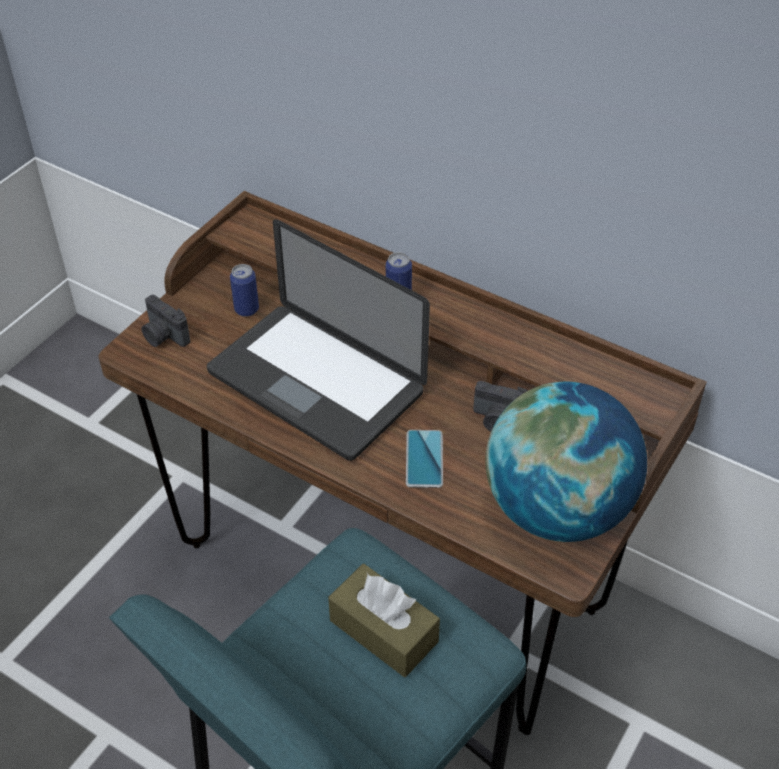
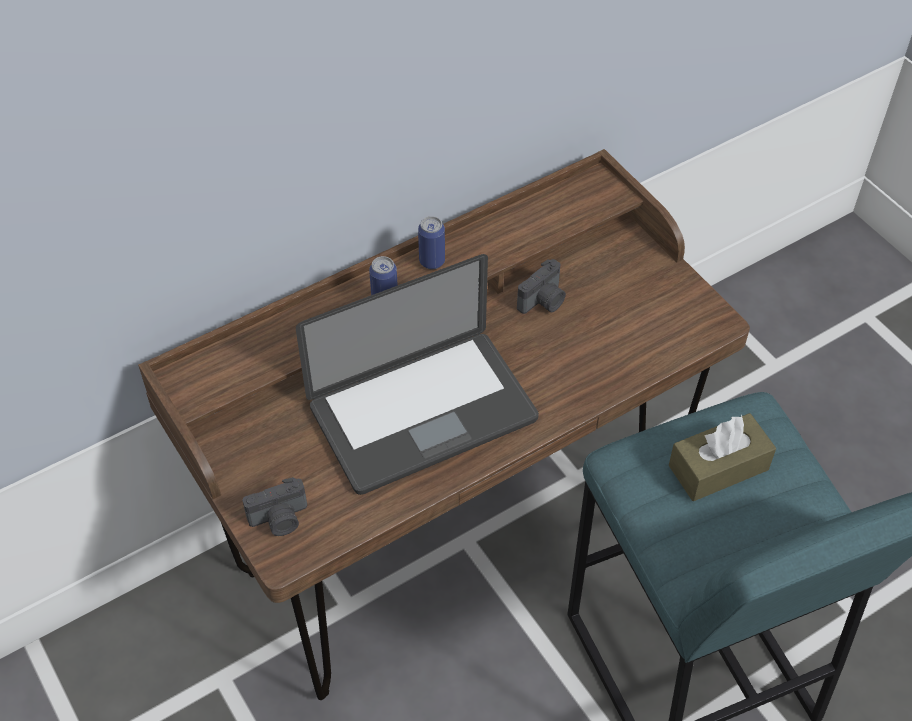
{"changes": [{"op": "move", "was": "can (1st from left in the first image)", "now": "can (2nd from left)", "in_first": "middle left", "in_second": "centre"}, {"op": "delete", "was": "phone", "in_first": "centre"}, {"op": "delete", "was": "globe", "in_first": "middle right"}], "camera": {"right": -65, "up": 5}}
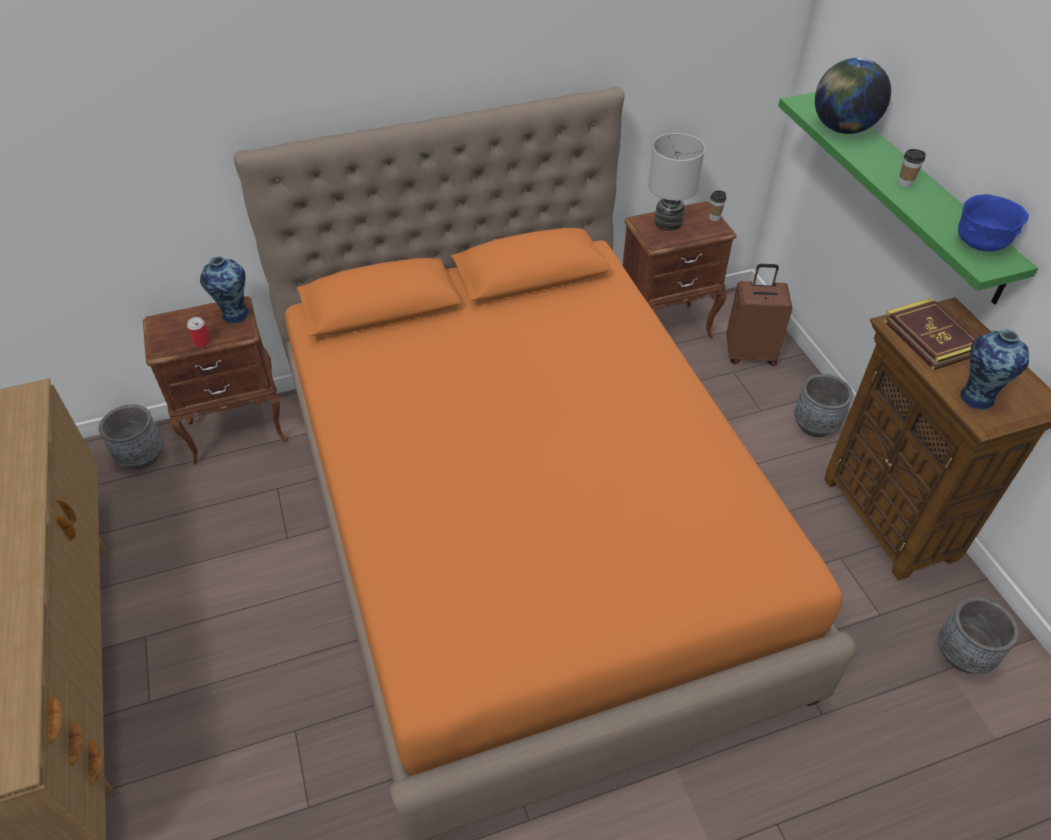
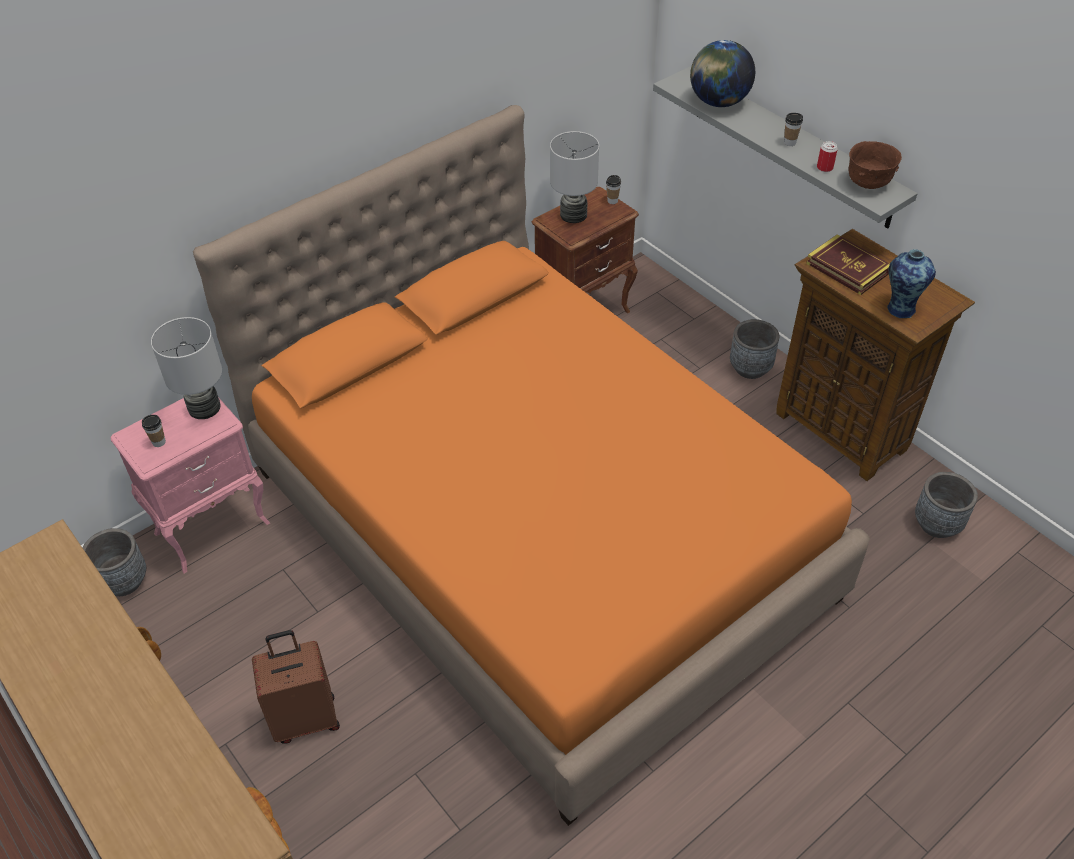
{"changes": [{"op": "recolor", "was": "nightstand/brown (1st from left)", "now": "nightstand/pink", "in_first": "middle left", "in_second": "middle left"}, {"op": "move", "was": "can", "in_first": "middle left", "in_second": "top right"}, {"op": "replace", "was": "vase (1st from left)", "now": "table lamp/grey (1st from left)", "in_first": "middle left", "in_second": "middle left"}, {"op": "move", "was": "suitcase/brown", "in_first": "middle right", "in_second": "bottom left"}, {"op": "recolor", "was": "shelf/green", "now": "shelf/grey", "in_first": "top right", "in_second": "top right"}, {"op": "recolor", "was": "bowl/blue", "now": "bowl/brown", "in_first": "top right", "in_second": "top right"}, {"op": "insert", "now": "cup (1st from left)", "in_second": "middle left"}], "camera": {"right": -20, "up": 0}}
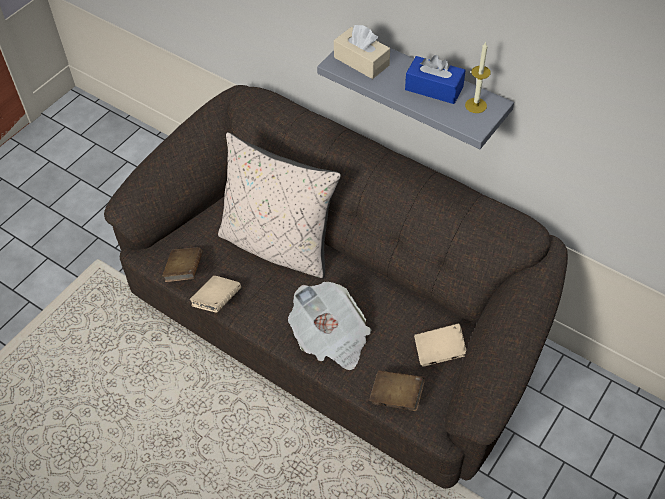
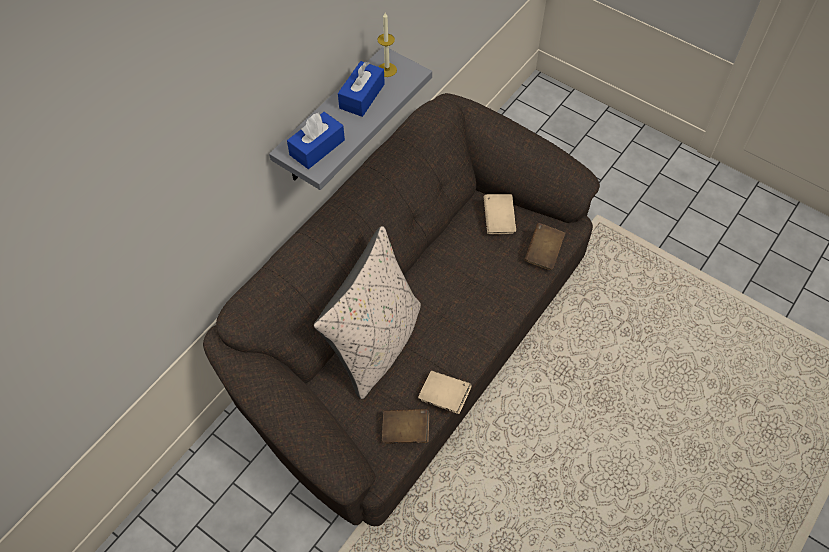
{"changes": [{"op": "delete", "was": "newspaper", "in_first": "centre"}, {"op": "recolor", "was": "tissue box/beige", "now": "tissue box/blue (1st from left)", "in_first": "top centre", "in_second": "top centre"}], "camera": {"right": -90, "up": 5}}
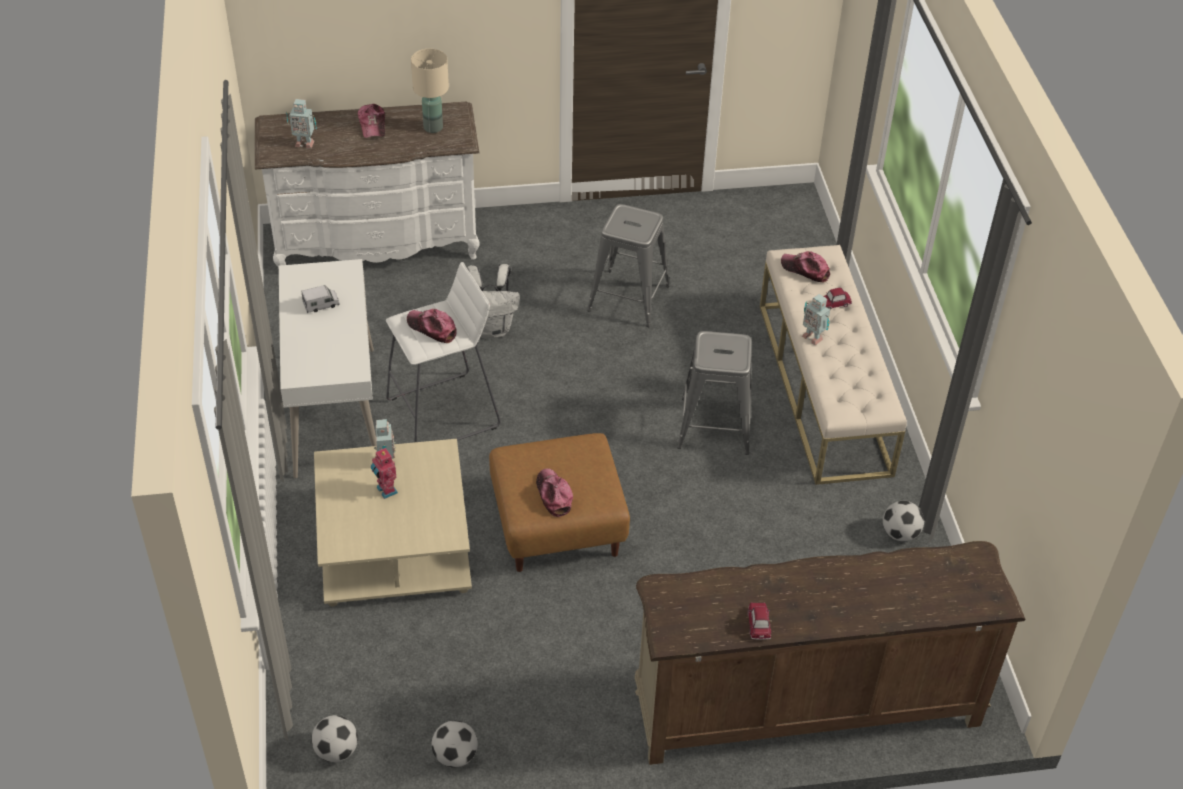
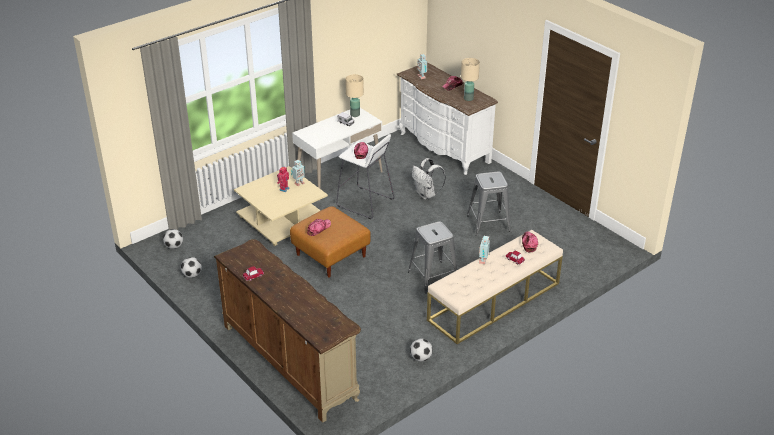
{"changes": [{"op": "insert", "now": "table lamp/beige (1st from left)", "in_second": "top centre"}], "camera": {"right": 60, "up": -10}}
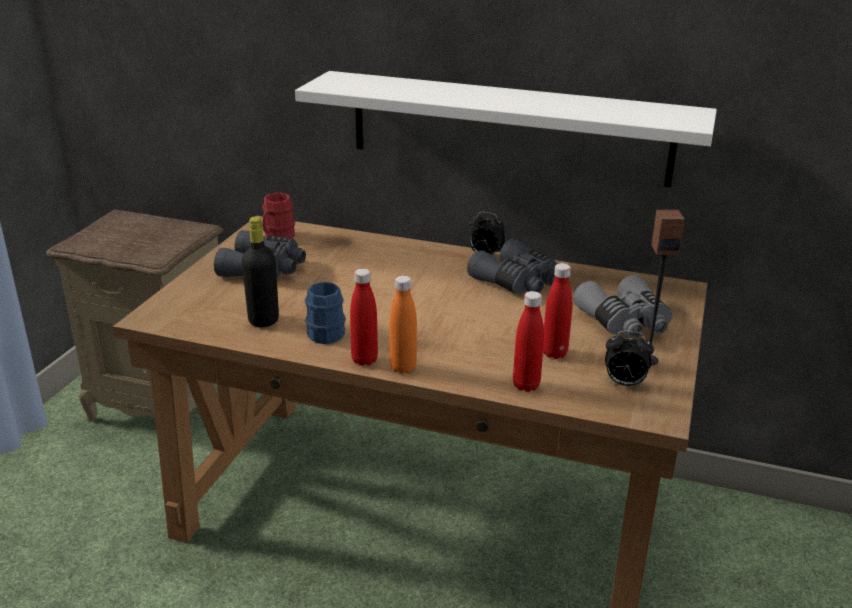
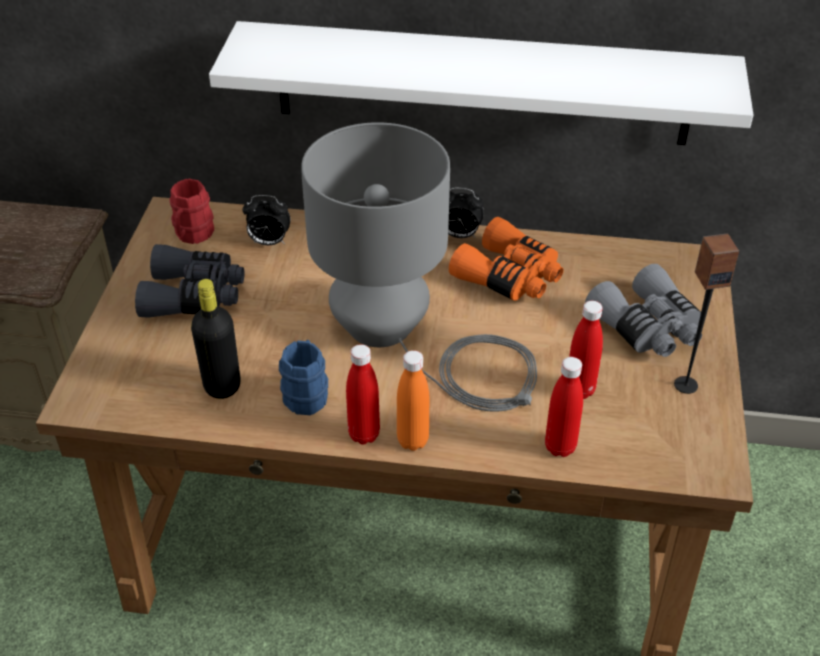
{"changes": [{"op": "recolor", "was": "binoculars/grey (2nd from left)", "now": "binoculars/orange", "in_first": "centre", "in_second": "centre"}, {"op": "move", "was": "alarm clock (2nd from left in the first image)", "now": "alarm clock (1st from left)", "in_first": "middle right", "in_second": "middle left"}, {"op": "insert", "now": "table lamp/grey", "in_second": "centre"}], "camera": {"right": -10, "up": 15}}
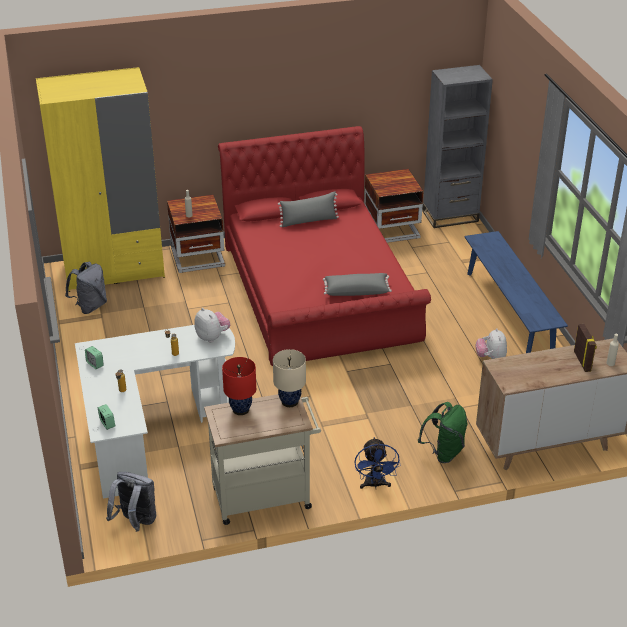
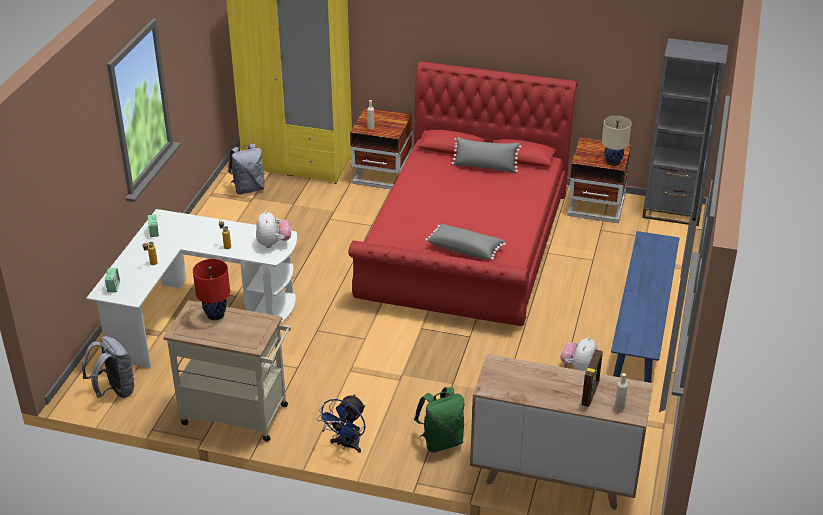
{"changes": [{"op": "move", "was": "table lamp/beige", "in_first": "centre", "in_second": "top right"}], "camera": {"right": 30, "up": 0}}
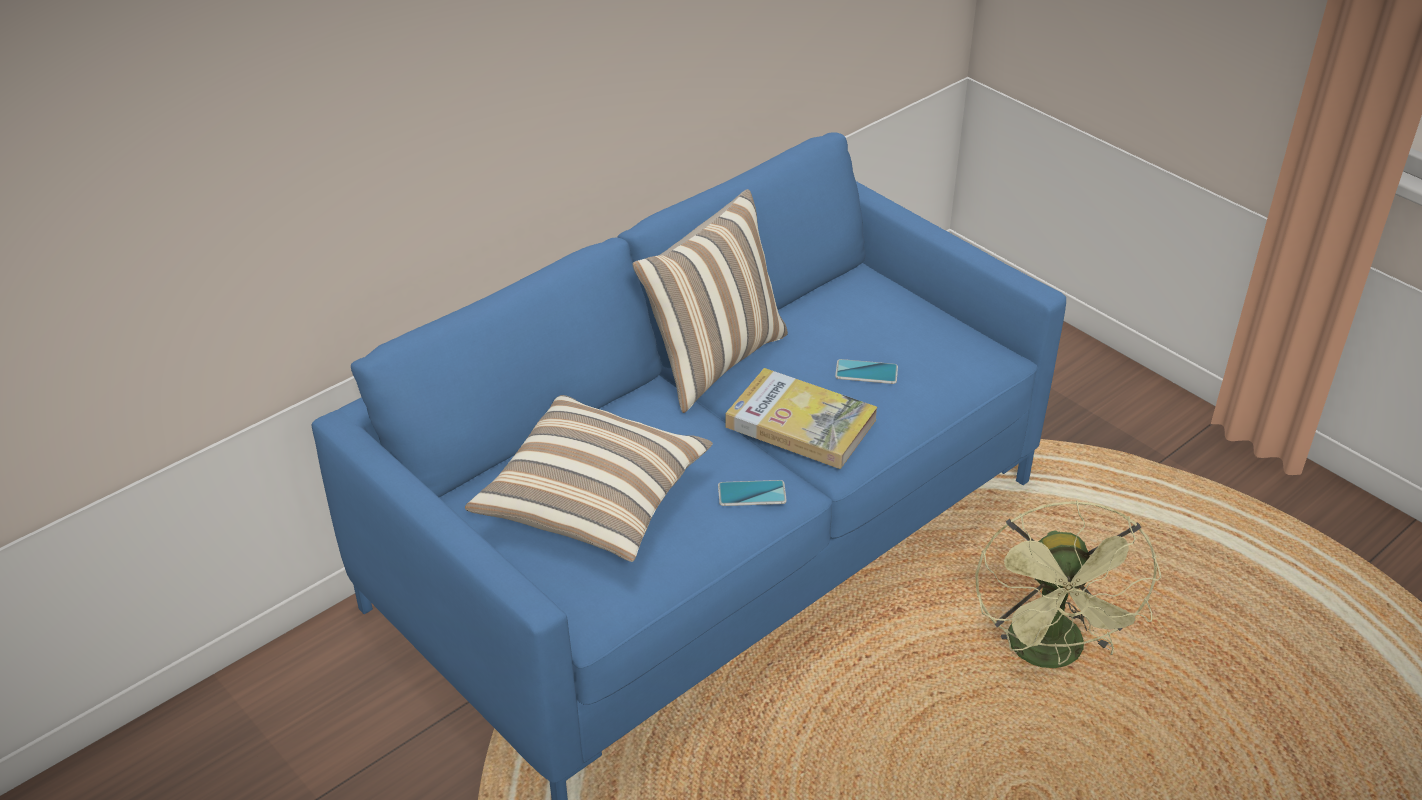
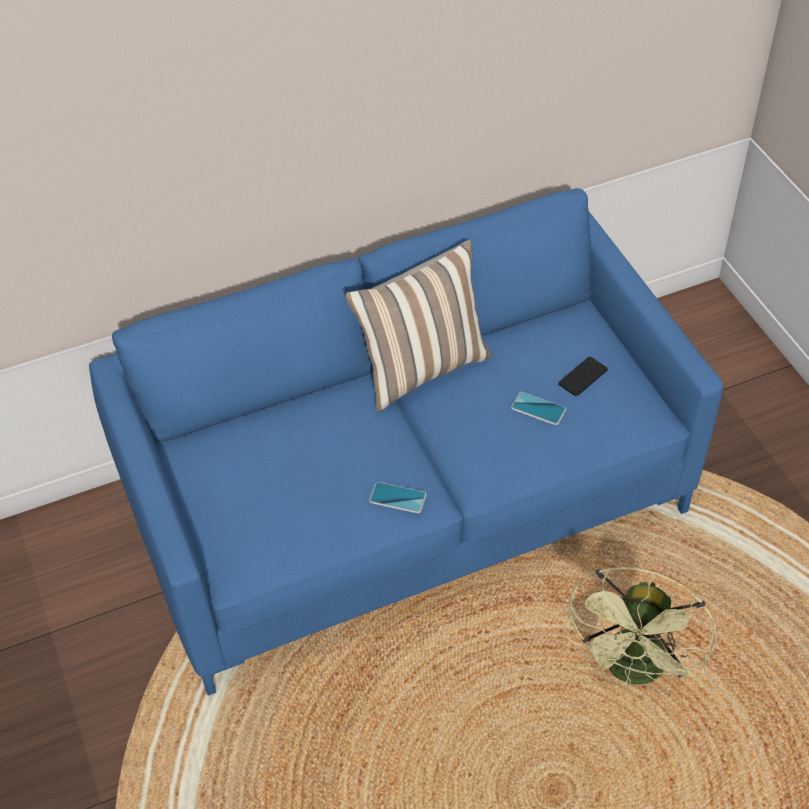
{"changes": [{"op": "delete", "was": "pillow (1st from left)", "in_first": "centre"}, {"op": "delete", "was": "book", "in_first": "centre"}, {"op": "insert", "now": "phone (3rd from left)", "in_second": "middle right"}], "camera": {"right": 20, "up": 10}}
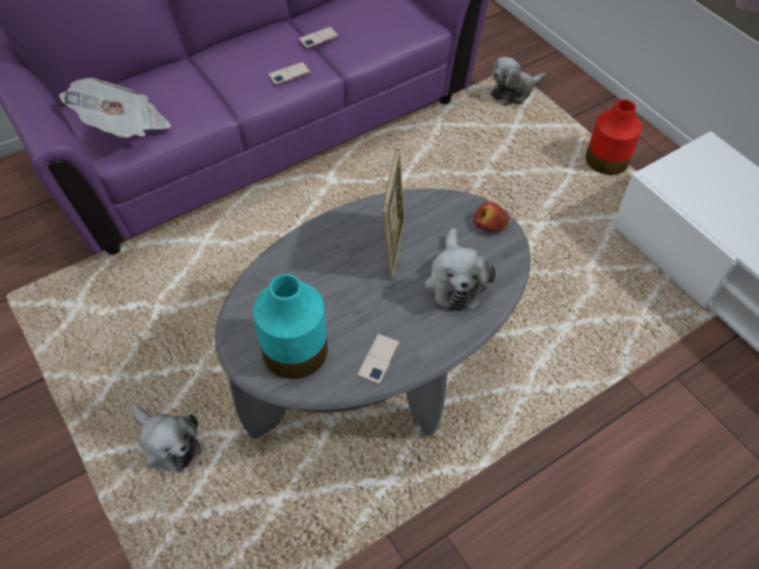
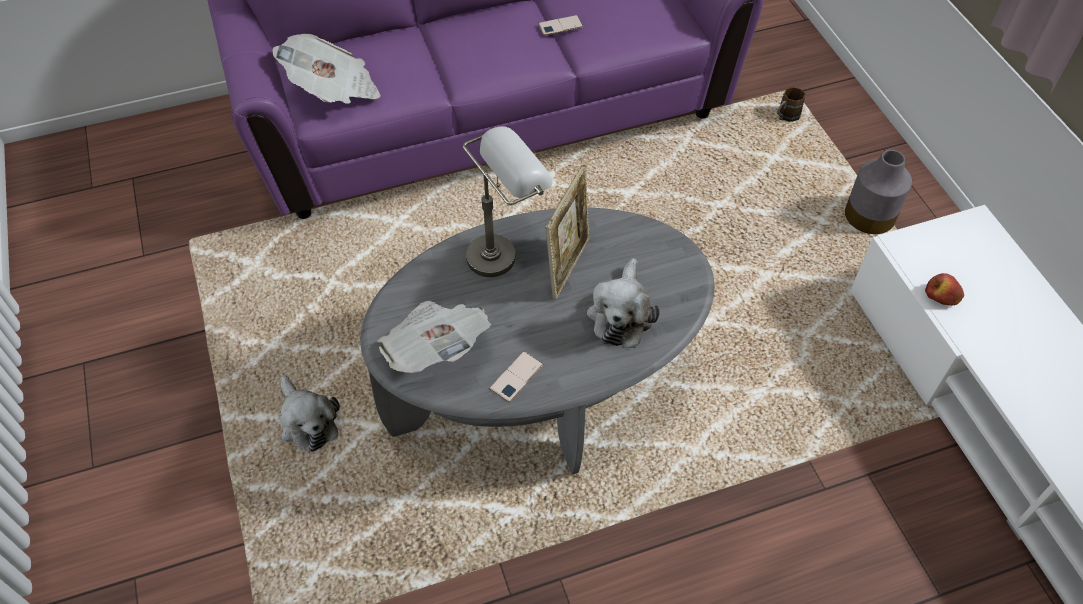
{"changes": [{"op": "replace", "was": "vase/turquoise", "now": "newspaper (2nd from left)", "in_first": "centre", "in_second": "centre"}, {"op": "delete", "was": "phone (1st from left)", "in_first": "top centre"}, {"op": "move", "was": "apple", "in_first": "centre", "in_second": "middle right"}, {"op": "replace", "was": "plush toy (3rd from left)", "now": "mug/brown", "in_first": "top right", "in_second": "top right"}, {"op": "recolor", "was": "vase/red", "now": "vase/grey", "in_first": "top right", "in_second": "top right"}, {"op": "insert", "now": "table lamp/grey", "in_second": "top centre"}], "camera": {"right": 15, "up": 0}}
